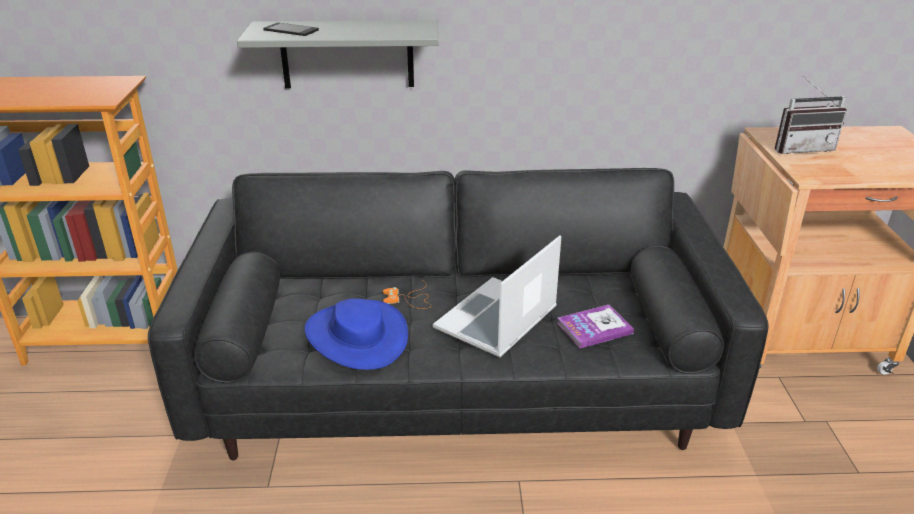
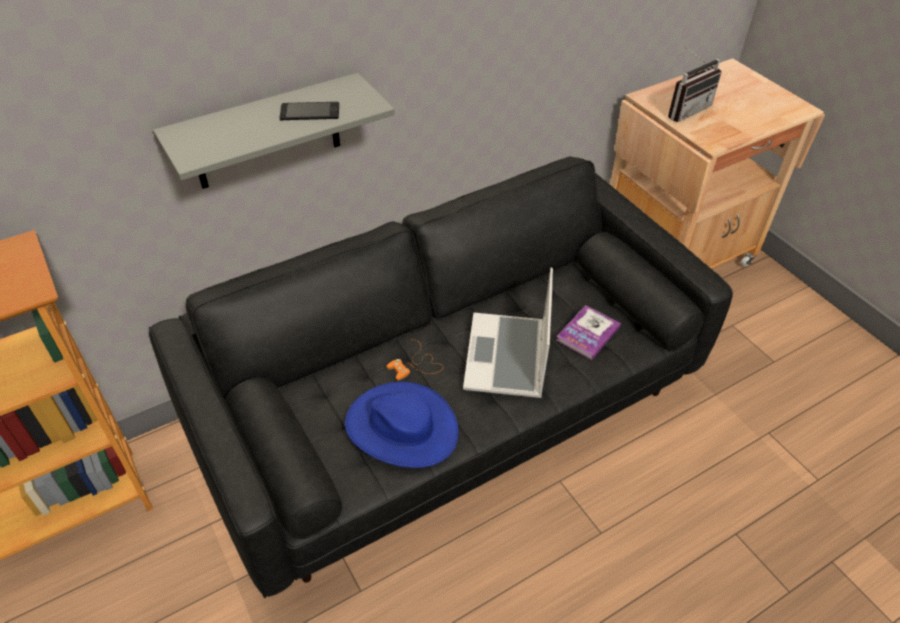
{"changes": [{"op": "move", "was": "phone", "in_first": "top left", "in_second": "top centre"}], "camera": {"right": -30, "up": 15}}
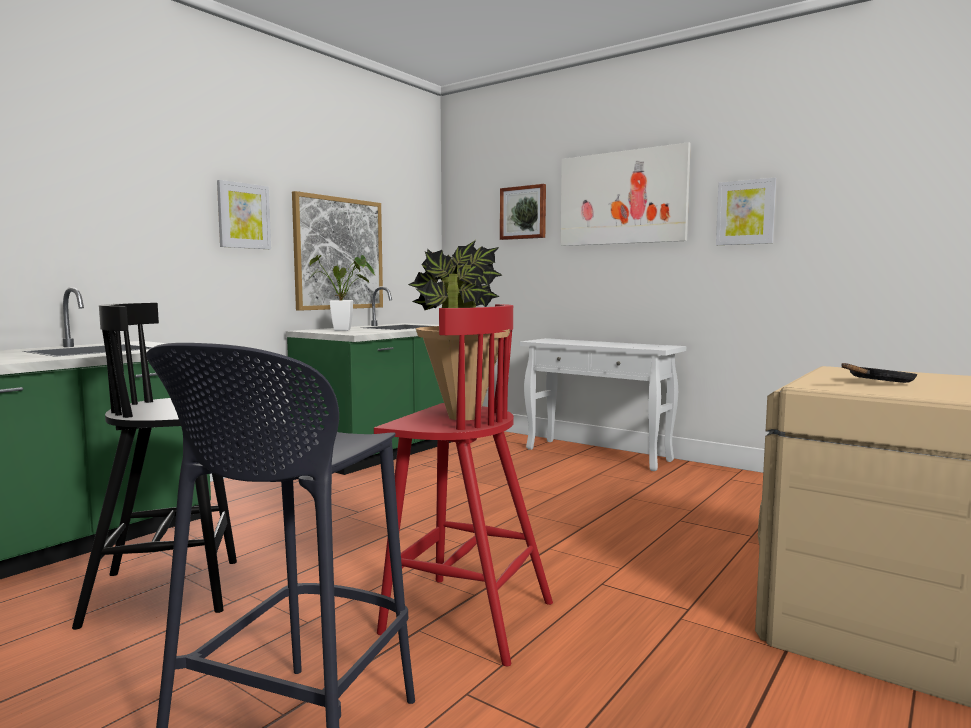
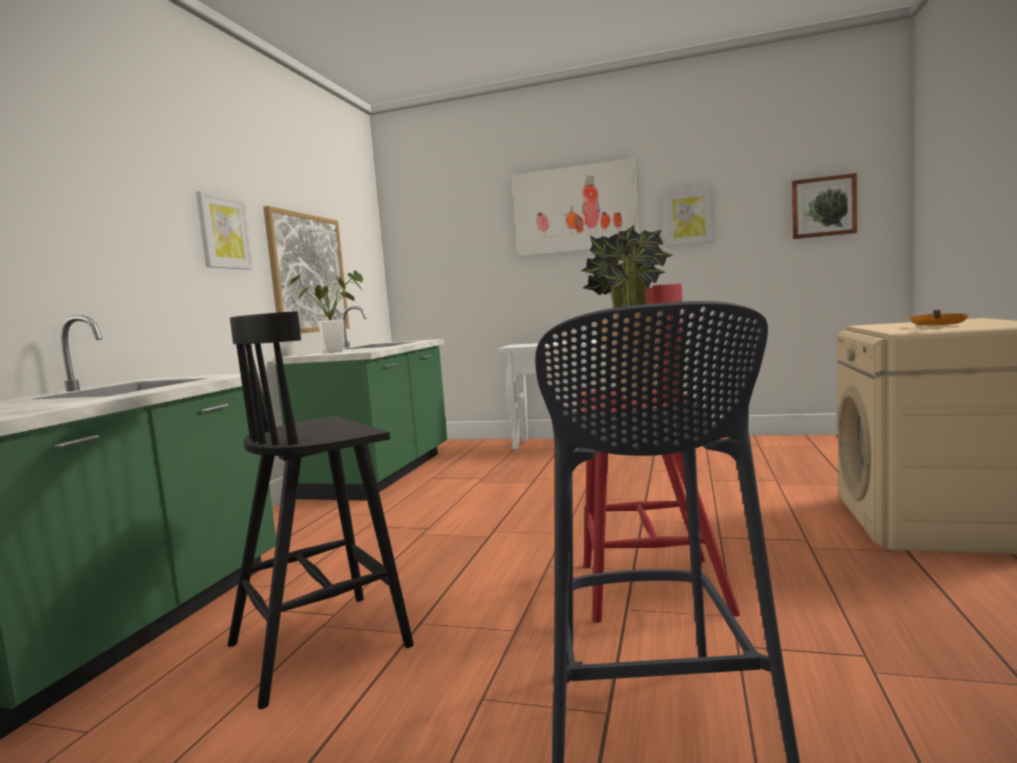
{"changes": [{"op": "move", "was": "picture (3rd from left in the first image)", "now": "picture (5th from left)", "in_first": "top centre", "in_second": "top right"}, {"op": "recolor", "was": "frying pan/black", "now": "frying pan/orange", "in_first": "middle right", "in_second": "middle right"}], "camera": {"right": -20, "up": 0}}
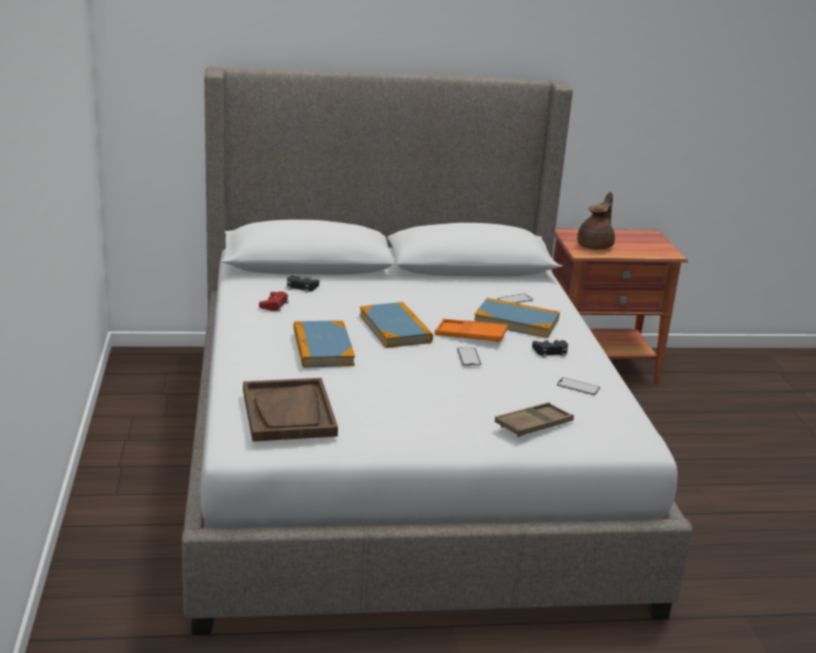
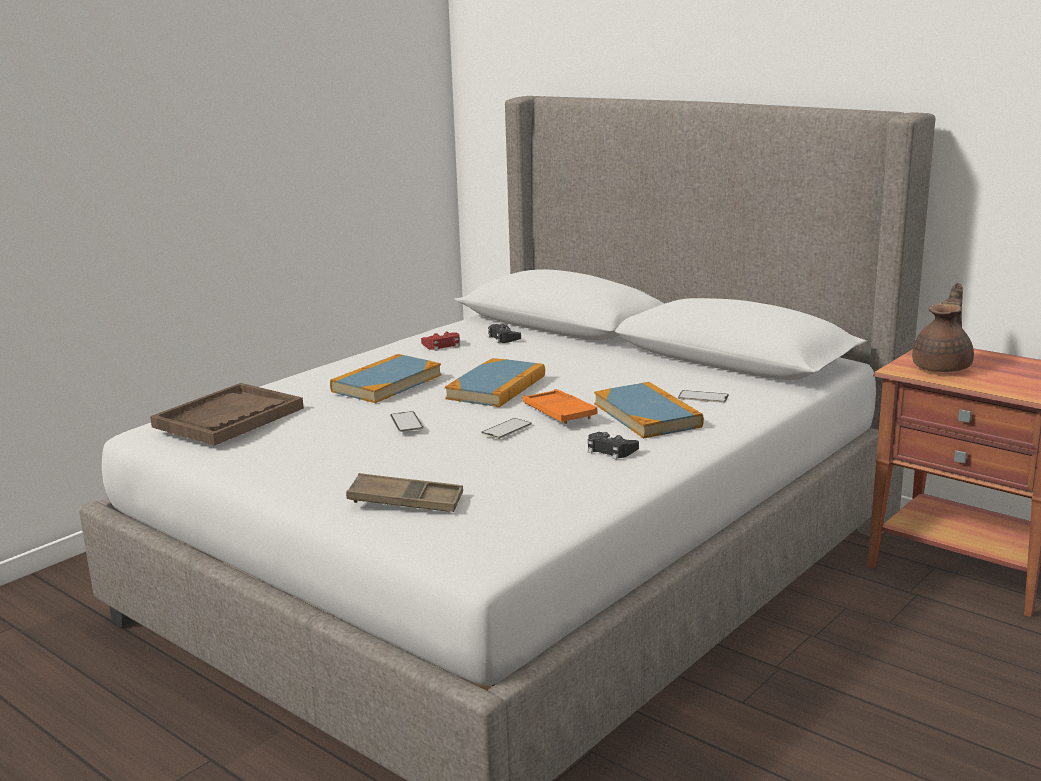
{"changes": [{"op": "move", "was": "phone (3rd from left in the first image)", "now": "phone (1st from left)", "in_first": "middle right", "in_second": "centre"}, {"op": "rotate", "was": "teapot/brown", "in_first": "middle right", "in_second": "middle right", "clockwise": -45}], "camera": {"right": 50, "up": -5}}
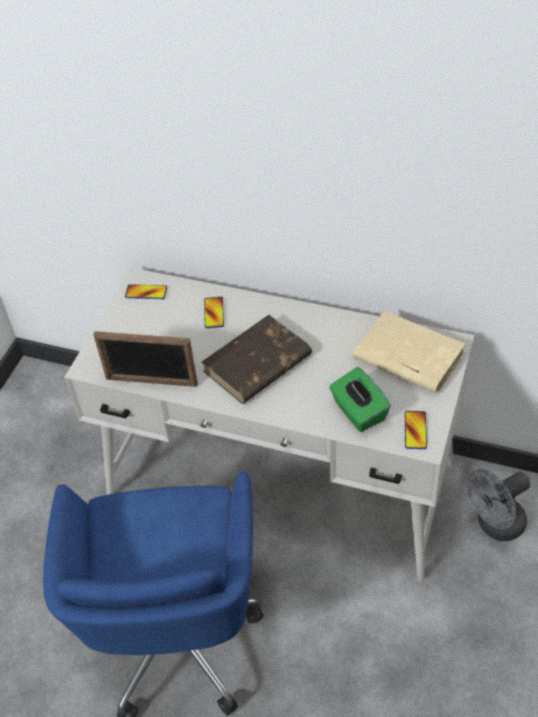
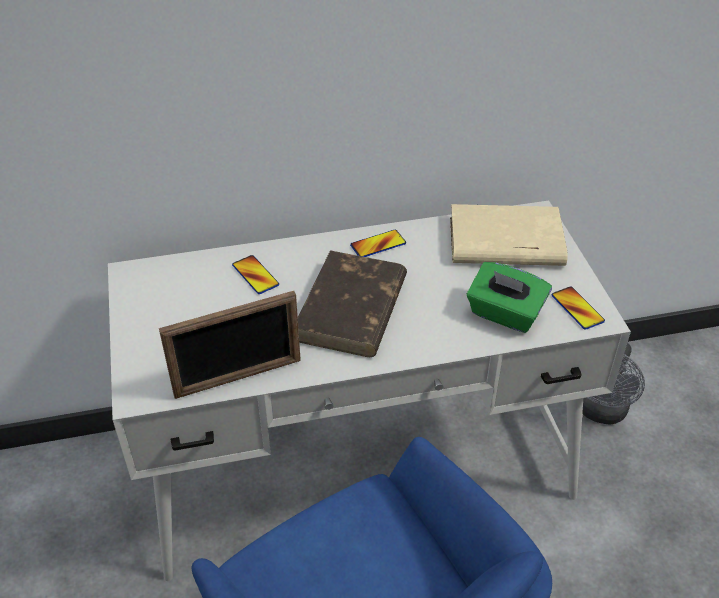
{"changes": [{"op": "move", "was": "phone (1st from left in the first image)", "now": "phone (2nd from left)", "in_first": "middle left", "in_second": "centre"}], "camera": {"right": -35, "up": -5}}
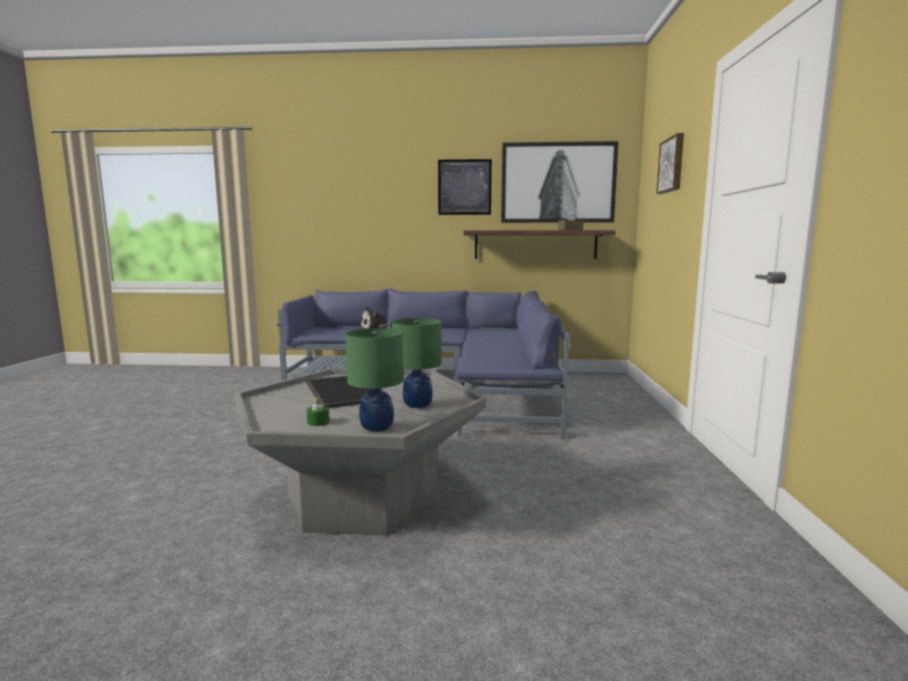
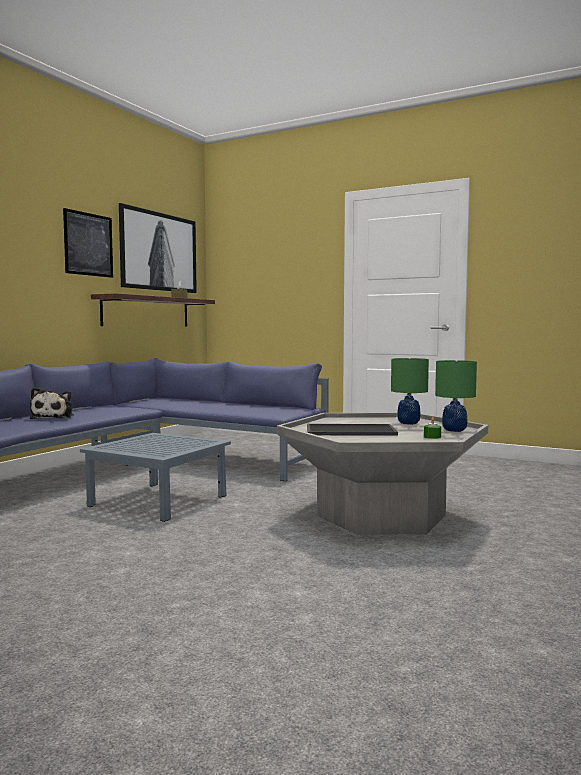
{"changes": [{"op": "delete", "was": "picture (3rd from left)", "in_first": "top right"}], "camera": {"right": -65, "up": -5}}
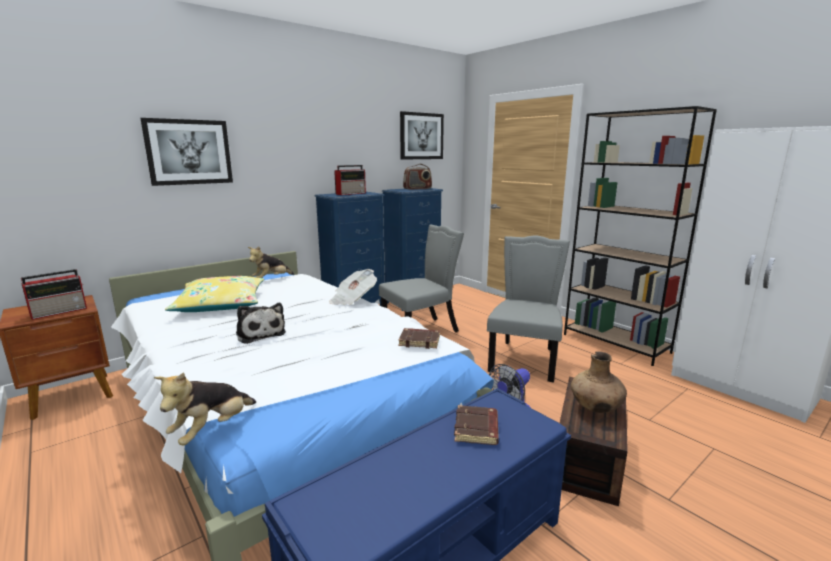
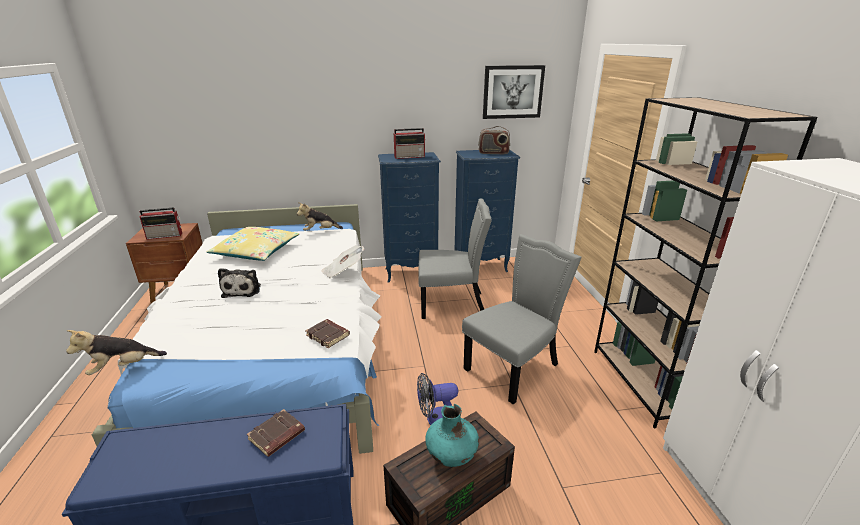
{"changes": [{"op": "delete", "was": "picture (1st from left)", "in_first": "top left"}, {"op": "recolor", "was": "vase/brown", "now": "vase/turquoise", "in_first": "bottom right", "in_second": "bottom centre"}], "camera": {"right": 30, "up": 10}}
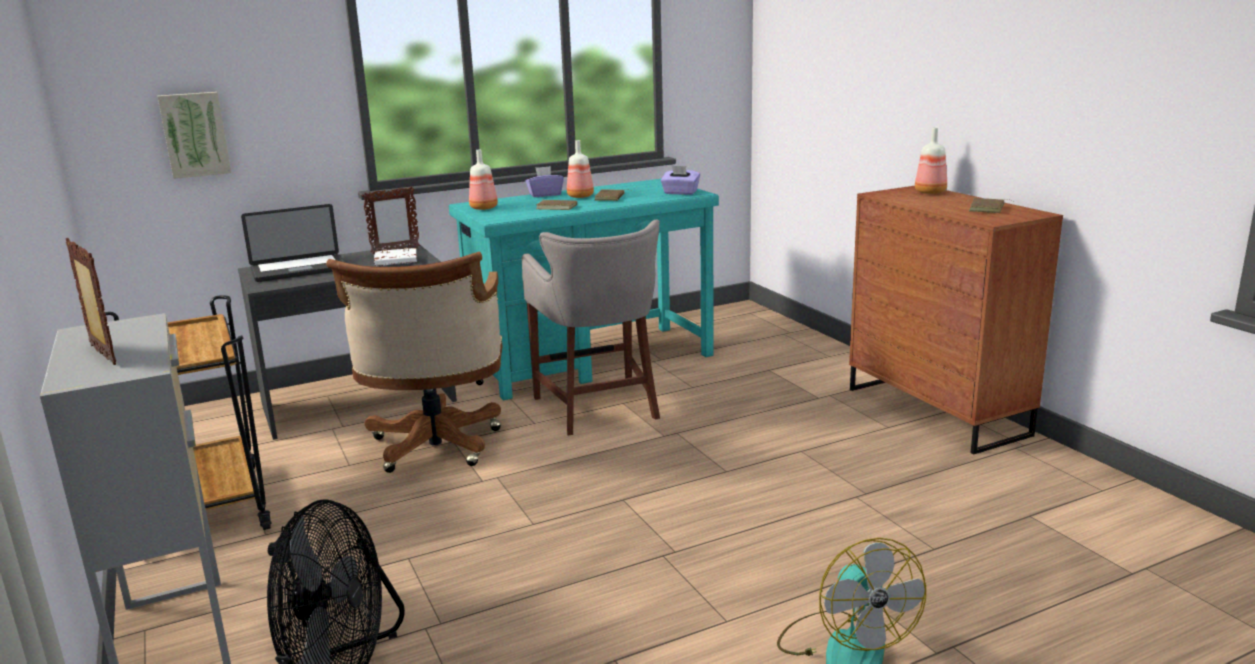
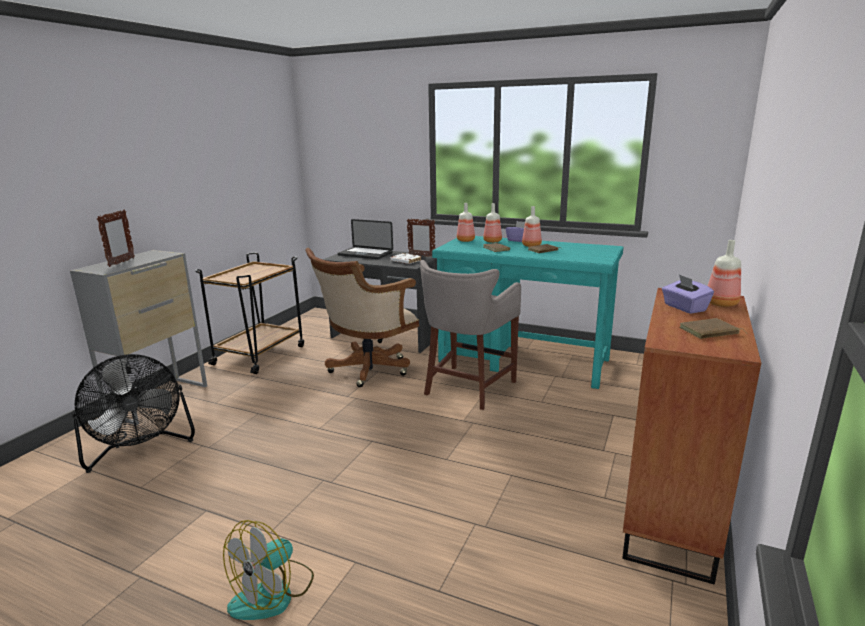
{"changes": [{"op": "delete", "was": "picture", "in_first": "top left"}, {"op": "move", "was": "tissue box/purple (2nd from left)", "in_first": "top centre", "in_second": "middle right"}, {"op": "insert", "now": "bottle (2nd from left)", "in_second": "centre"}], "camera": {"right": 50, "up": 0}}
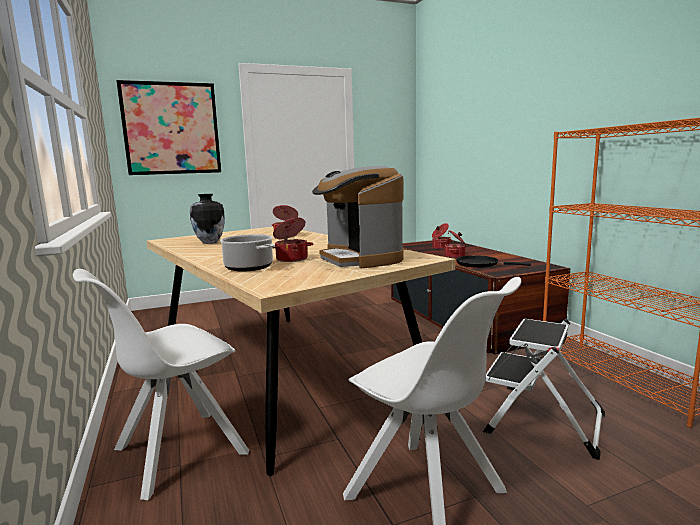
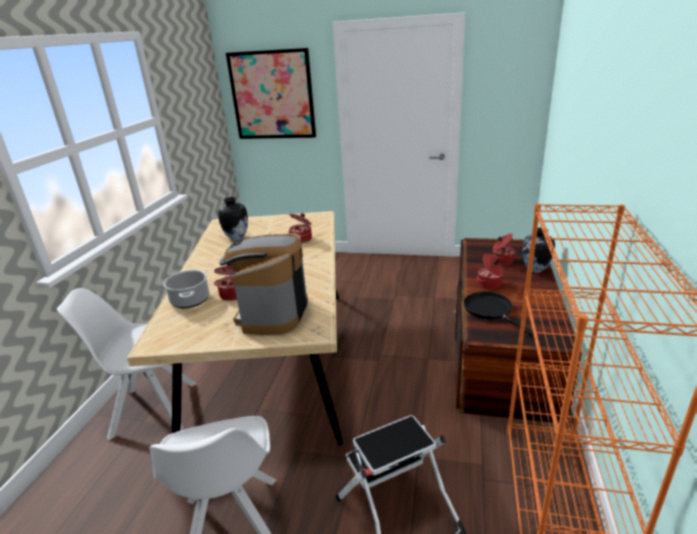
{"changes": [{"op": "insert", "now": "vase (2nd from left)", "in_second": "middle right"}], "camera": {"right": 35, "up": 15}}
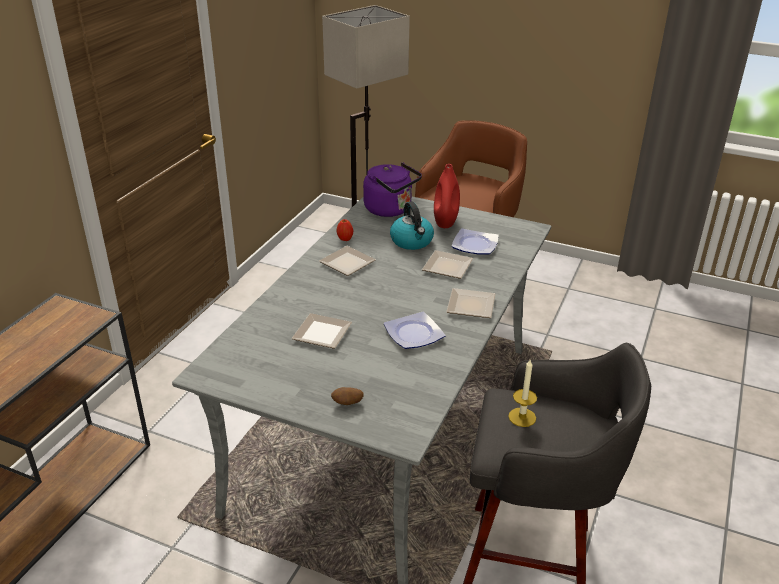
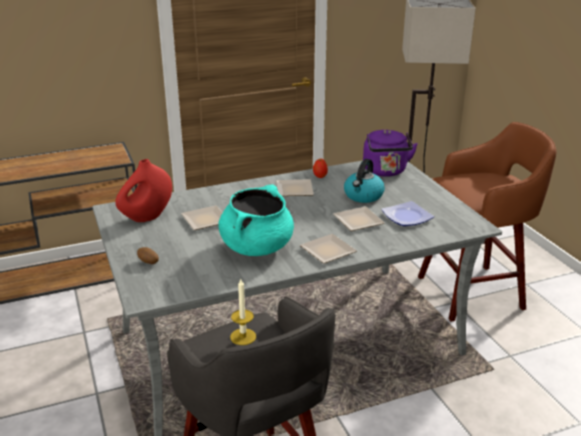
{"changes": [{"op": "replace", "was": "plate (3rd from left)", "now": "cooking pot/turquoise", "in_first": "centre", "in_second": "centre"}, {"op": "move", "was": "vase/red", "in_first": "centre", "in_second": "middle left"}], "camera": {"right": 45, "up": -5}}
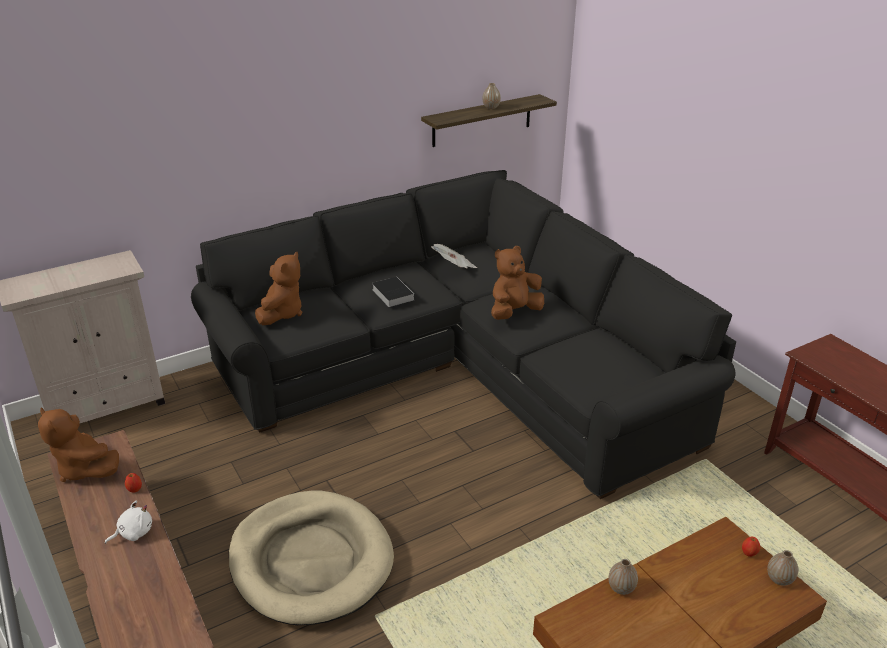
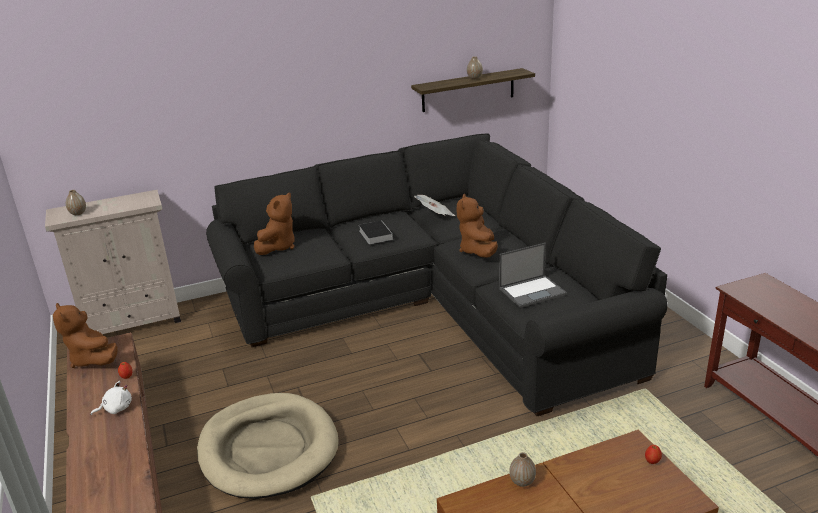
{"changes": [{"op": "rotate", "was": "plush toy/brown (3rd from left)", "in_first": "centre", "in_second": "centre", "clockwise": -60}, {"op": "move", "was": "vase (3rd from left in the first image)", "now": "vase (1st from left)", "in_first": "bottom right", "in_second": "middle left"}, {"op": "insert", "now": "laptop", "in_second": "centre"}], "camera": {"right": 10, "up": -5}}
